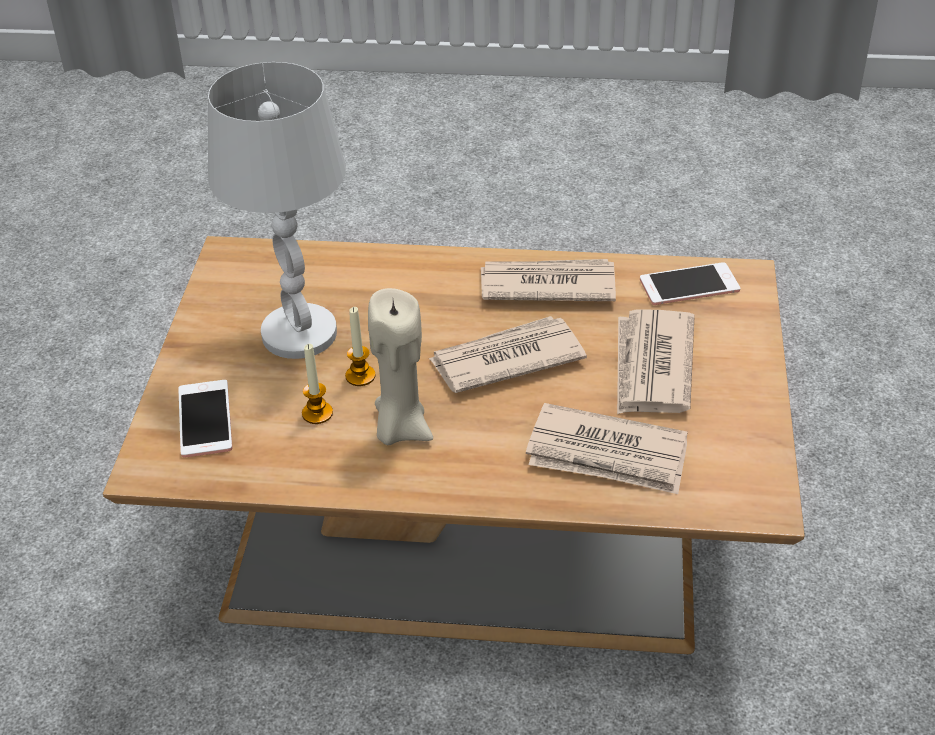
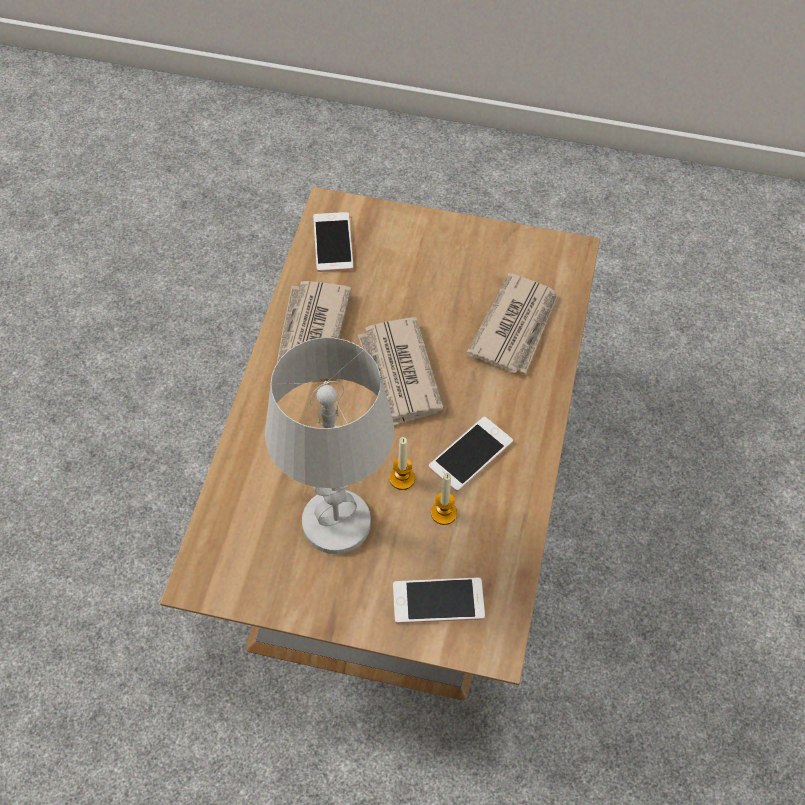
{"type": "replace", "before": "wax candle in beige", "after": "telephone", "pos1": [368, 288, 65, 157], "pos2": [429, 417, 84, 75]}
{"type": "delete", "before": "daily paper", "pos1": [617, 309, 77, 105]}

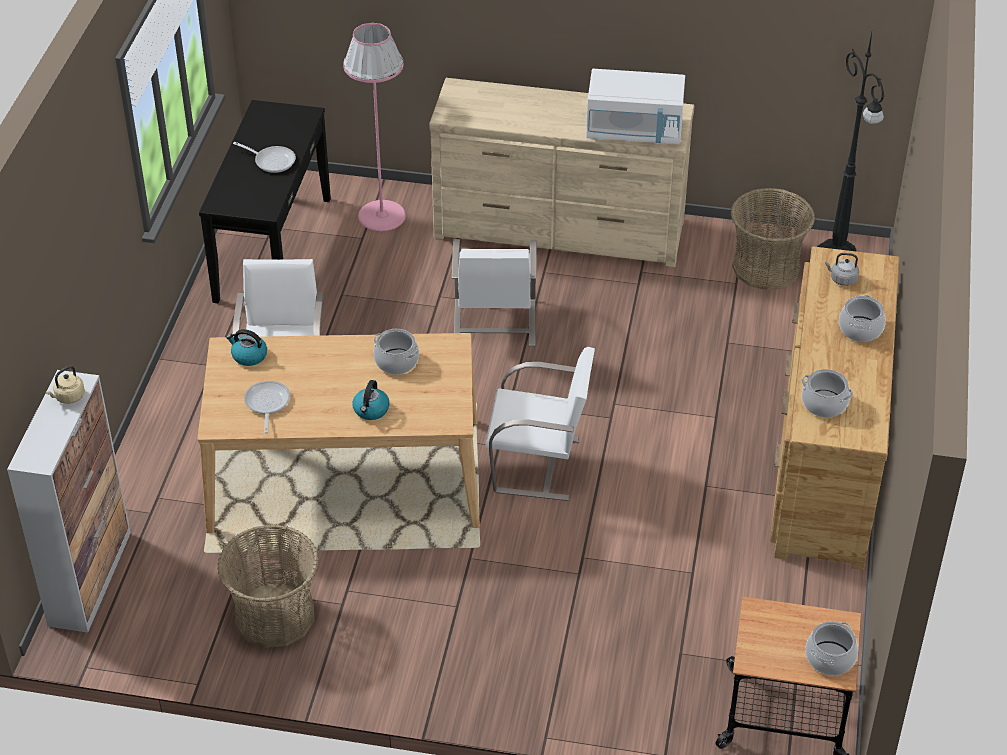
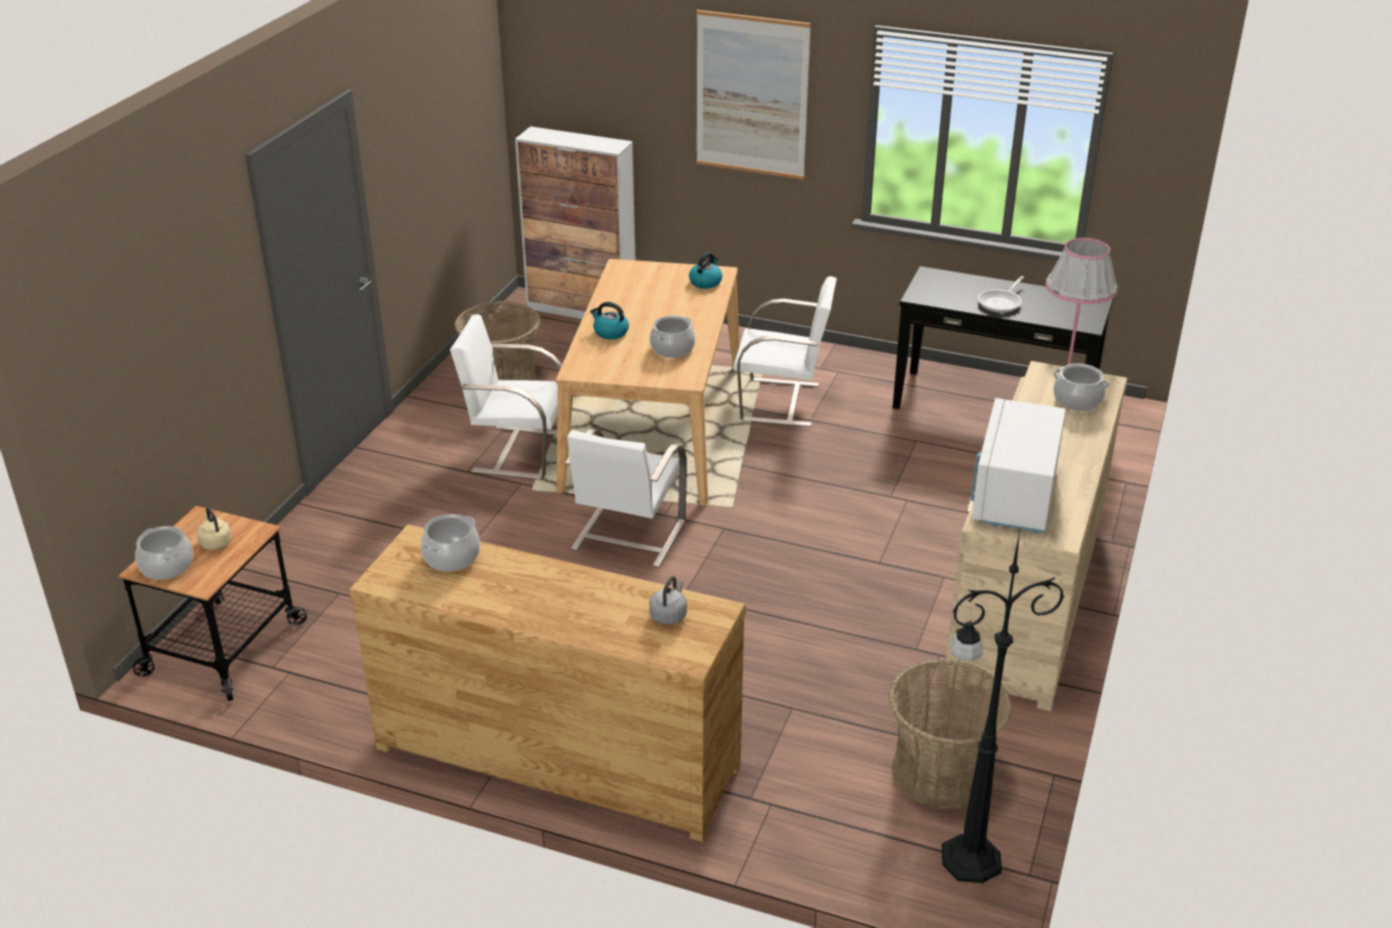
{"type": "move", "before": "plain chair in white-coloured", "pos1": [452, 239, 85, 107], "pos2": [450, 314, 112, 165]}
{"type": "move", "before": "stockpot", "pos1": [839, 295, 47, 47], "pos2": [1053, 363, 57, 48]}
{"type": "move", "before": "kettle in beige", "pos1": [45, 366, 40, 38], "pos2": [196, 507, 36, 43]}
{"type": "delete", "before": "pan", "pos1": [244, 381, 46, 52]}
{"type": "insert", "after": "wall art", "pos2": [696, 10, 115, 170]}

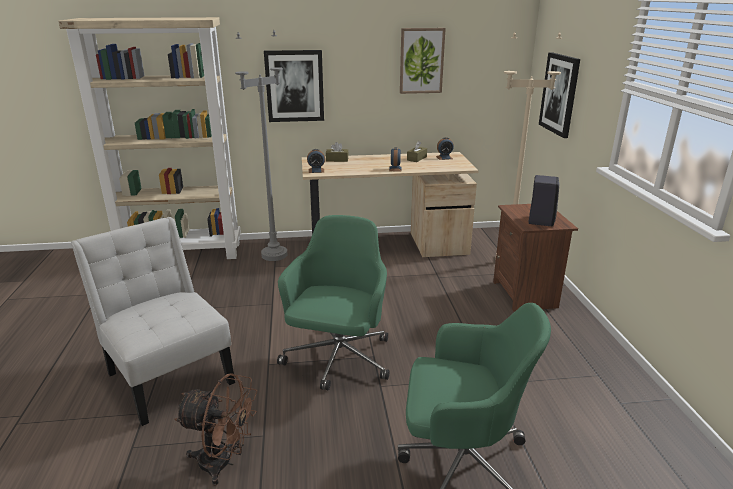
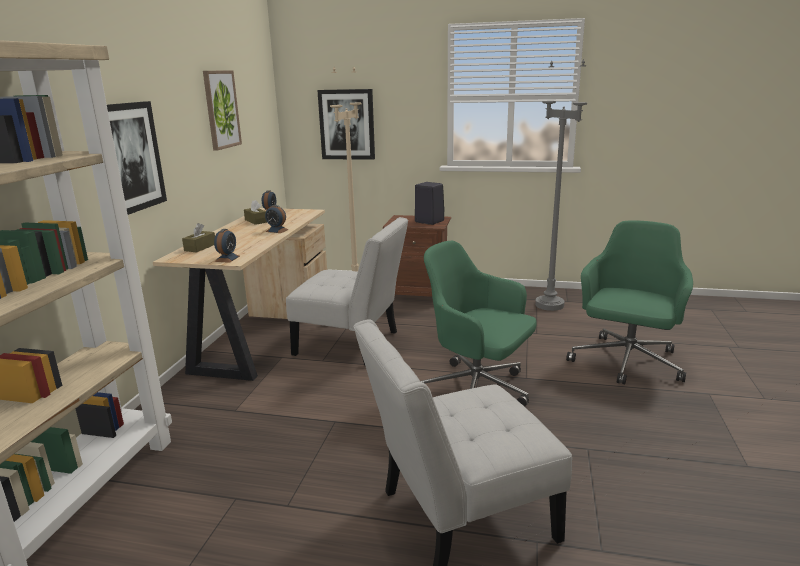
{"type": "move", "before": "standing lamp in grey", "pos1": [235, 31, 52, 230], "pos2": [535, 59, 52, 252]}
{"type": "delete", "before": "electric fan in brown", "pos1": [175, 373, 82, 113]}
{"type": "insert", "after": "plain chair in white-coloured", "pos2": [286, 217, 122, 148]}

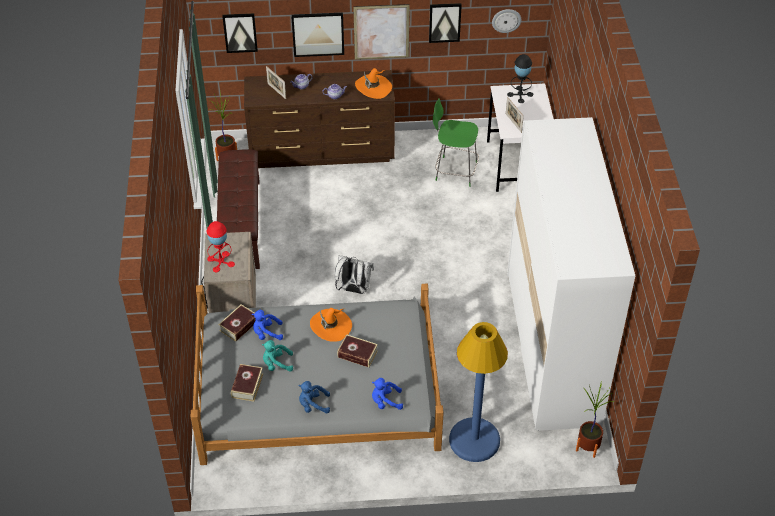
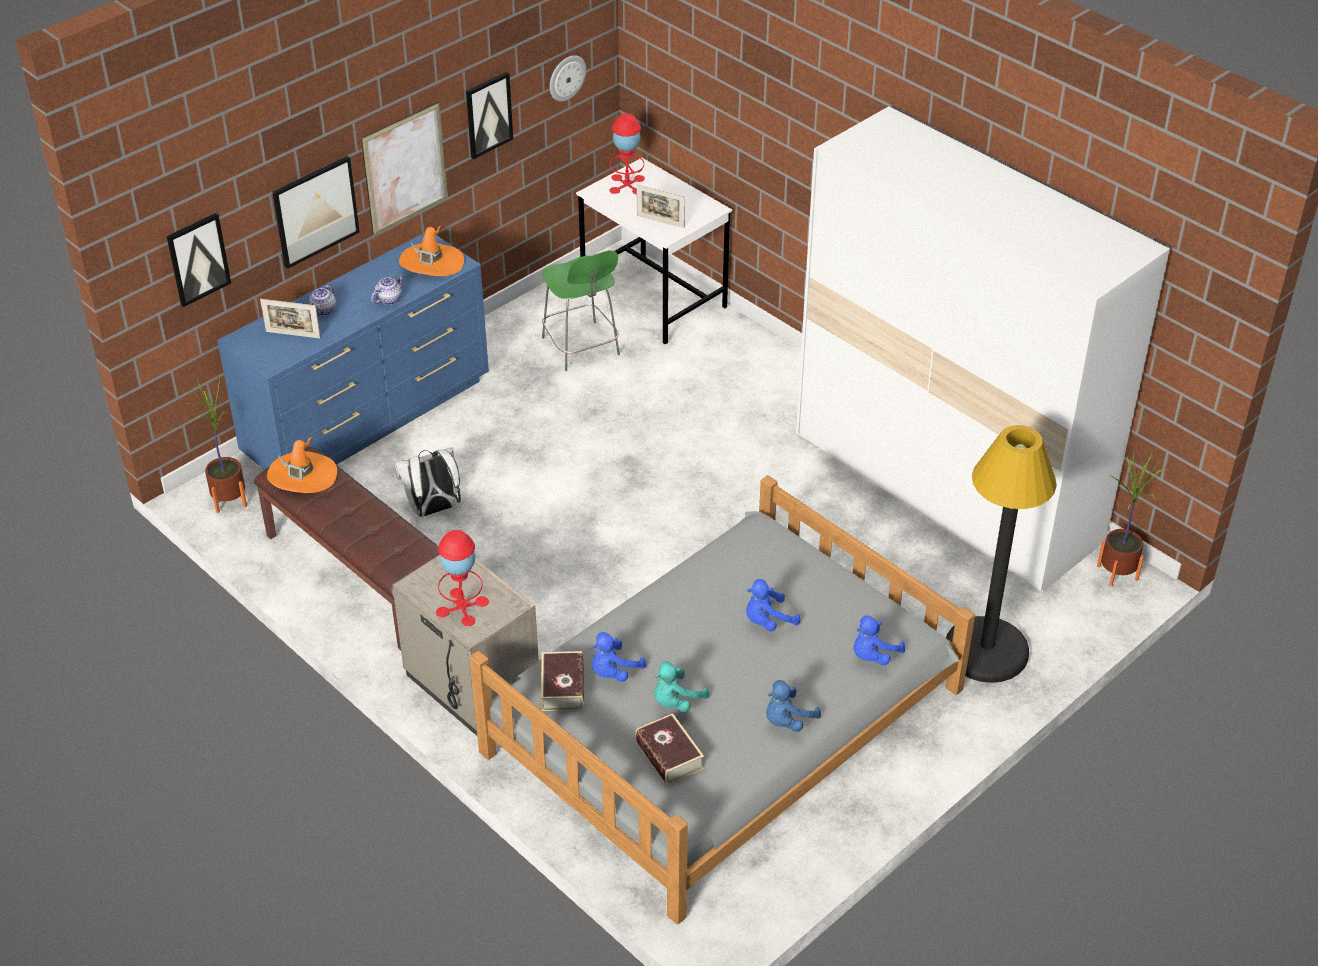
{"type": "recolor", "before": "table lamp in black", "after": "table lamp in red-coloured", "pos1": [507, 54, 26, 49], "pos2": [610, 114, 35, 81]}
{"type": "recolor", "before": "dresser in brown", "after": "dresser in blue-coloured", "pos1": [244, 70, 151, 98], "pos2": [217, 233, 272, 237]}
{"type": "rotate", "before": "plain chair in green-coloured", "pos1": [433, 98, 46, 89], "pos2": [542, 250, 78, 121], "turn": -90}
{"type": "move", "before": "rucksack in white-coloured", "pos1": [335, 255, 39, 39], "pos2": [394, 447, 67, 70]}
{"type": "move", "before": "hat in orange-coloured", "pos1": [310, 308, 42, 34], "pos2": [267, 436, 70, 57]}
{"type": "recolor", "before": "standing lamp in blue-coloured", "after": "standing lamp in black", "pos1": [449, 322, 59, 140], "pos2": [946, 425, 111, 258]}
{"type": "replace", "before": "bound book", "after": "cuddly toy in blue-coloured", "pos1": [337, 334, 41, 33], "pos2": [746, 579, 54, 53]}

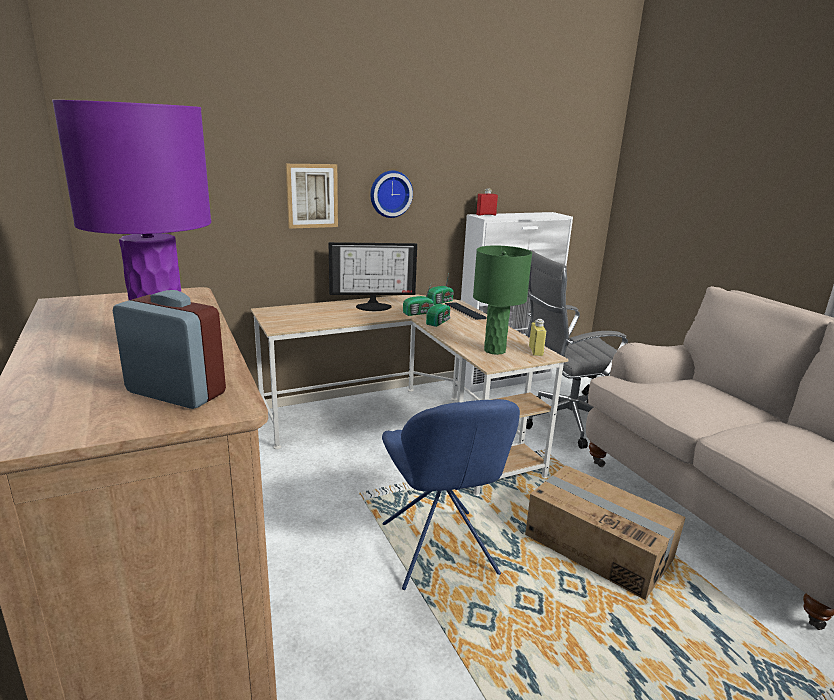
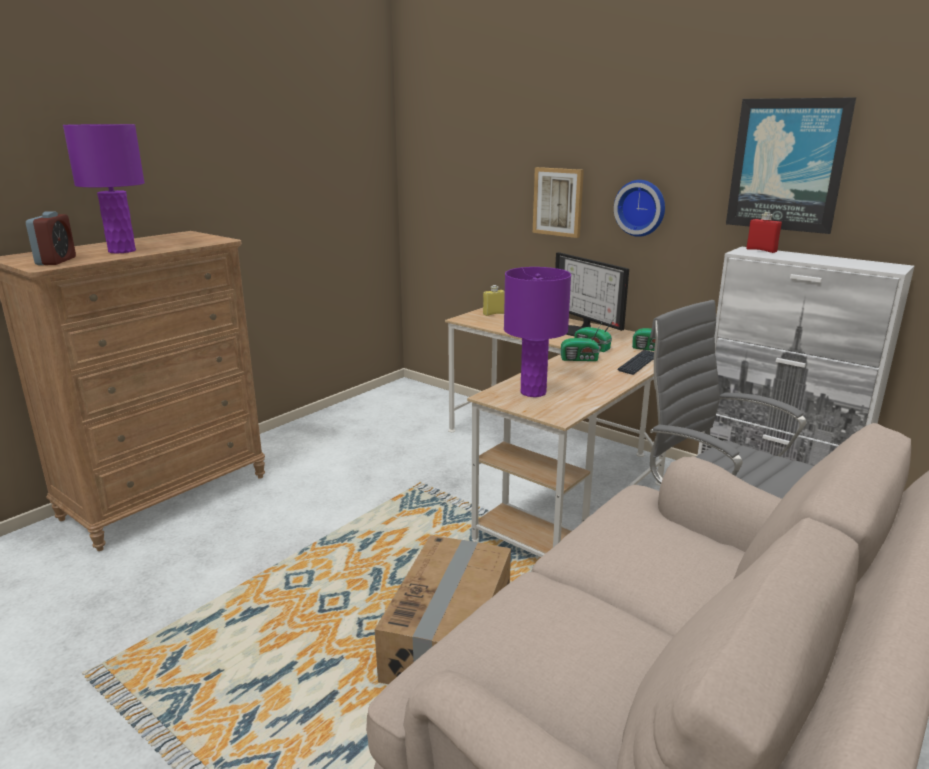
{"type": "recolor", "before": "table lamp in green-coloured", "after": "table lamp in purple", "pos1": [473, 245, 59, 110], "pos2": [504, 267, 67, 130]}
{"type": "move", "before": "bottle in yellow", "pos1": [529, 319, 17, 37], "pos2": [483, 285, 22, 31]}
{"type": "delete", "before": "plain chair in blue-coloured", "pos1": [382, 399, 138, 191]}
{"type": "insert", "after": "wall art", "pos2": [726, 97, 130, 137]}

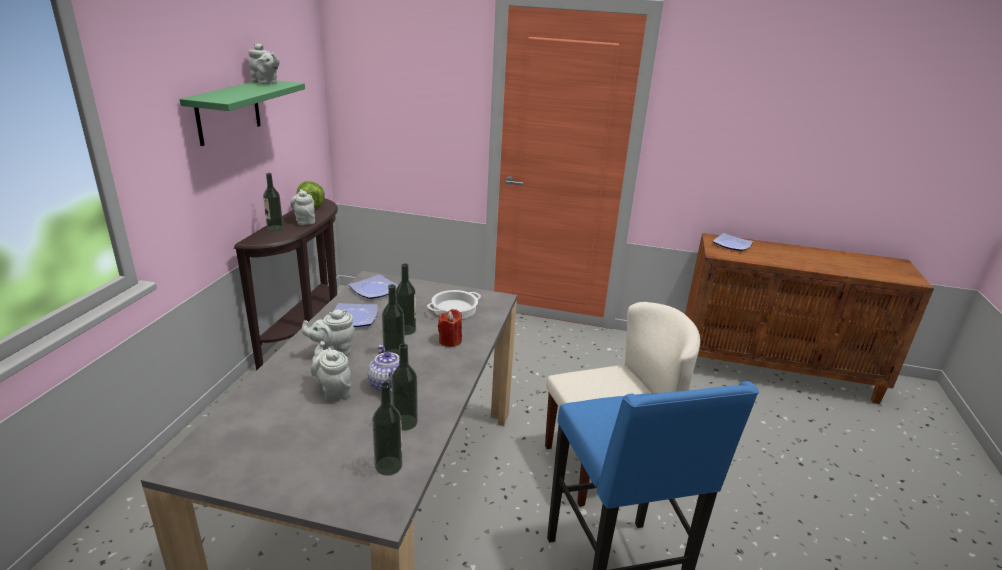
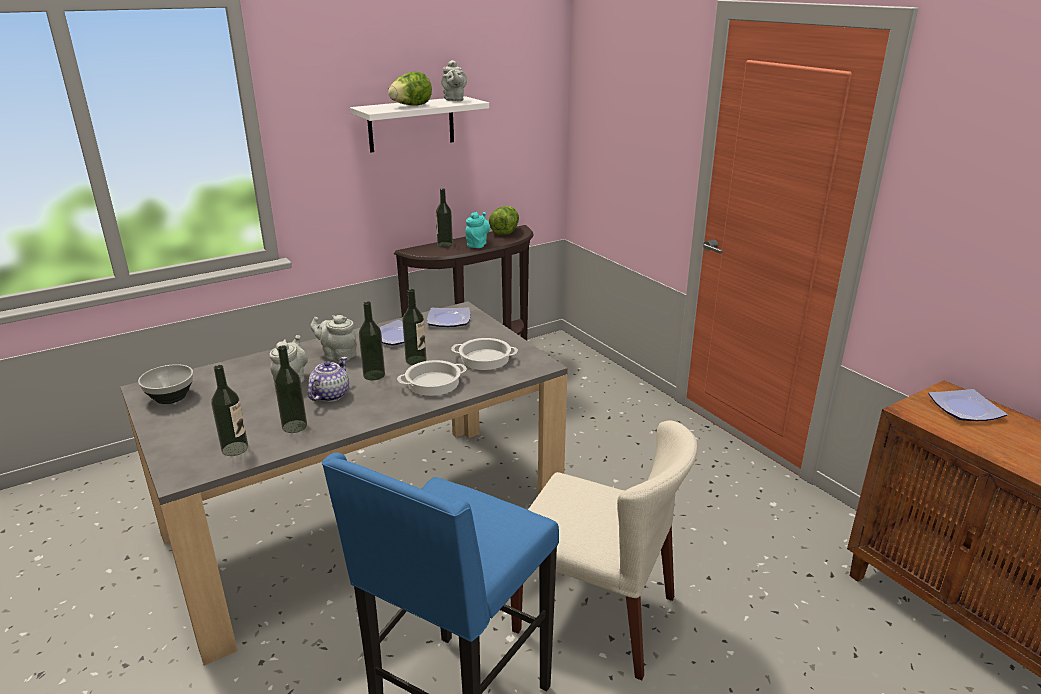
{"type": "recolor", "before": "wall shelf in green-coloured", "after": "wall shelf in white-coloured", "pos1": [179, 81, 126, 65], "pos2": [350, 96, 139, 56]}
{"type": "recolor", "before": "teapot in grey", "after": "teapot in blue-green", "pos1": [290, 189, 25, 36], "pos2": [465, 212, 25, 36]}
{"type": "replace", "before": "wax candle in red-coloured", "after": "stockpot", "pos1": [438, 309, 24, 38], "pos2": [397, 360, 70, 36]}
{"type": "insert", "after": "lettuce head", "pos2": [388, 72, 44, 34]}
{"type": "insert", "after": "serving bowl", "pos2": [138, 364, 56, 40]}

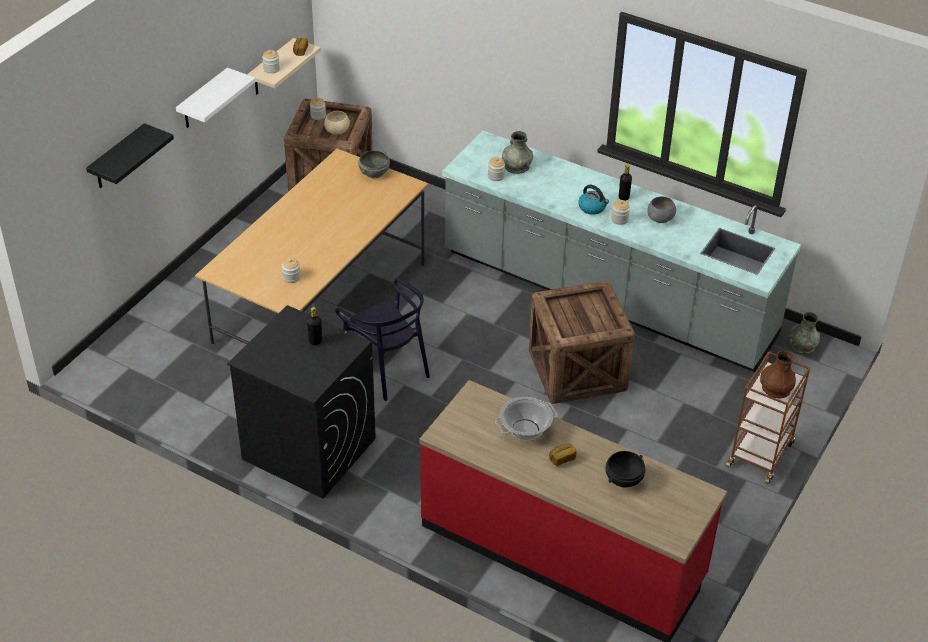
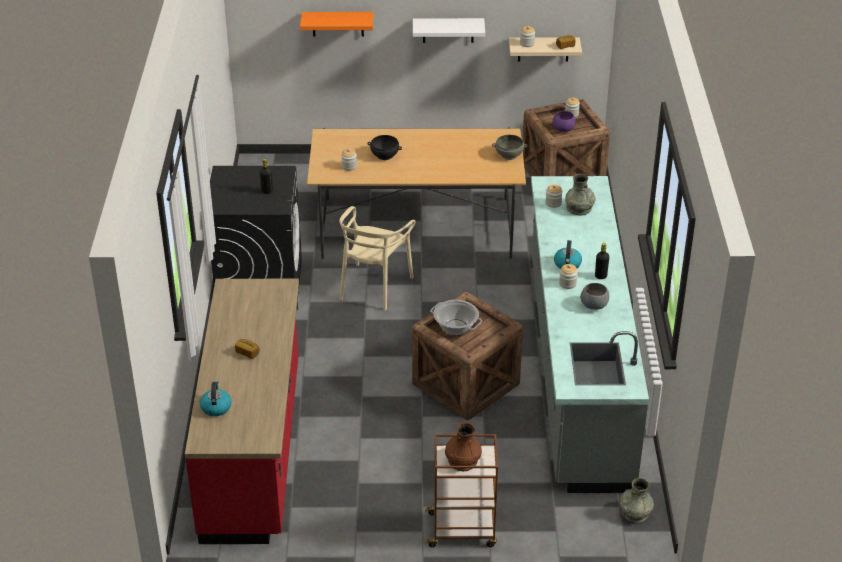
{"type": "recolor", "before": "serving bowl in beige", "after": "serving bowl in purple", "pos1": [324, 111, 26, 24], "pos2": [552, 111, 24, 21]}
{"type": "recolor", "before": "wall shelf in black", "after": "wall shelf in orange-coloured", "pos1": [86, 123, 88, 66], "pos2": [300, 12, 74, 25]}
{"type": "recolor", "before": "plain chair in black", "after": "plain chair in beige", "pos1": [335, 278, 95, 123], "pos2": [339, 206, 76, 104]}
{"type": "move", "before": "stockpot", "pos1": [495, 397, 63, 43], "pos2": [430, 300, 52, 35]}
{"type": "move", "before": "serving bowl in black", "pos1": [606, 451, 39, 37], "pos2": [368, 135, 34, 25]}
{"type": "insert", "after": "kettle", "pos2": [200, 381, 32, 35]}

